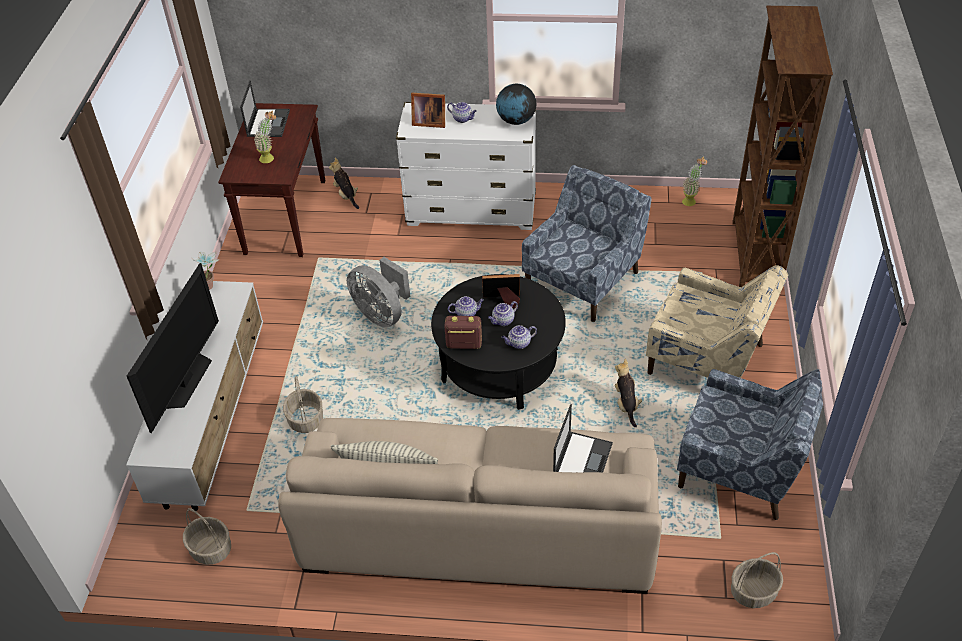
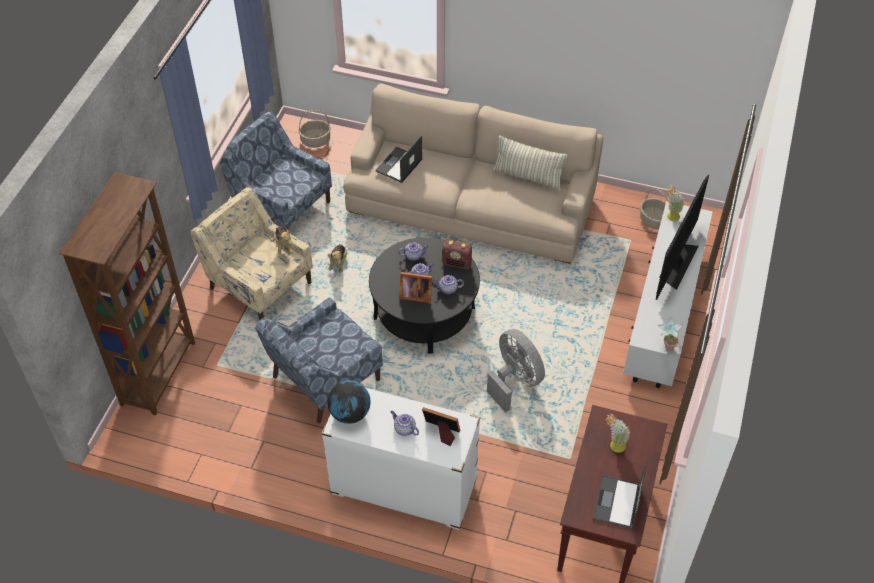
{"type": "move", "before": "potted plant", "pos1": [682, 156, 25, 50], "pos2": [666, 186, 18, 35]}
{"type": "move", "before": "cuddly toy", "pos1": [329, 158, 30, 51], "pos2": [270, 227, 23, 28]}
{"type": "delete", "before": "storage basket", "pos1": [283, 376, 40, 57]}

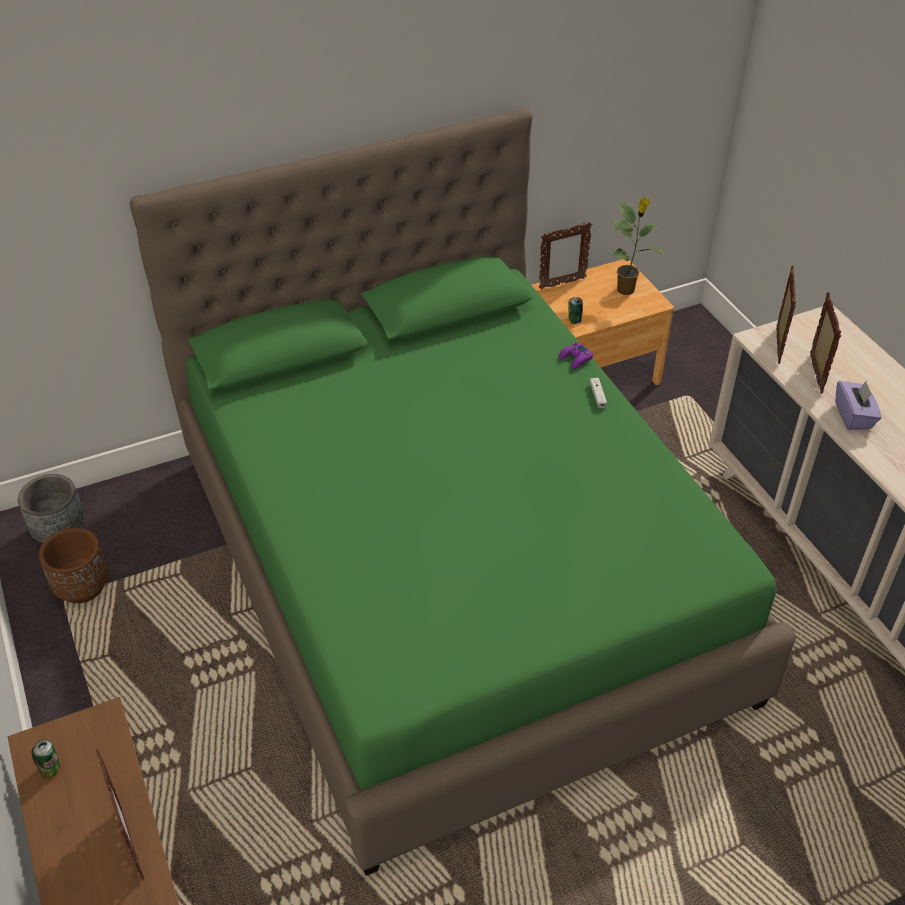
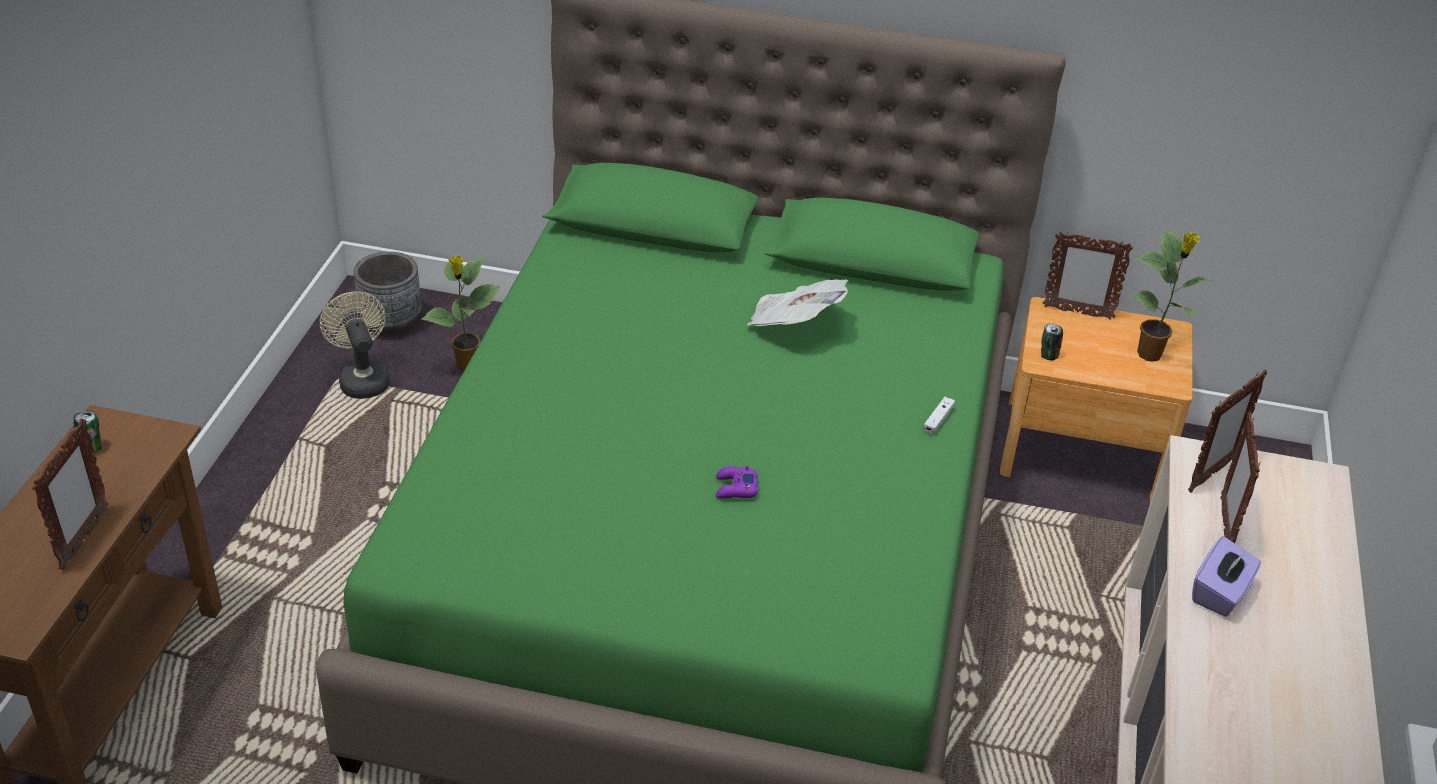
{"type": "rotate", "before": "picture frame", "pos1": [810, 292, 31, 102], "pos2": [1220, 412, 40, 131], "turn": 150}
{"type": "move", "before": "joypad in purple", "pos1": [559, 342, 34, 27], "pos2": [716, 465, 42, 34]}
{"type": "replace", "before": "planter in brown", "after": "electric fan in beige", "pos1": [39, 528, 70, 75], "pos2": [320, 292, 70, 107]}
{"type": "insert", "after": "potted plant", "pos2": [421, 255, 80, 116]}
{"type": "insert", "after": "daily paper", "pos2": [747, 280, 101, 46]}

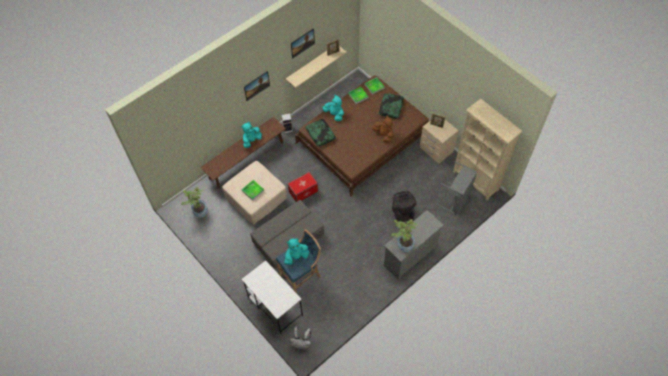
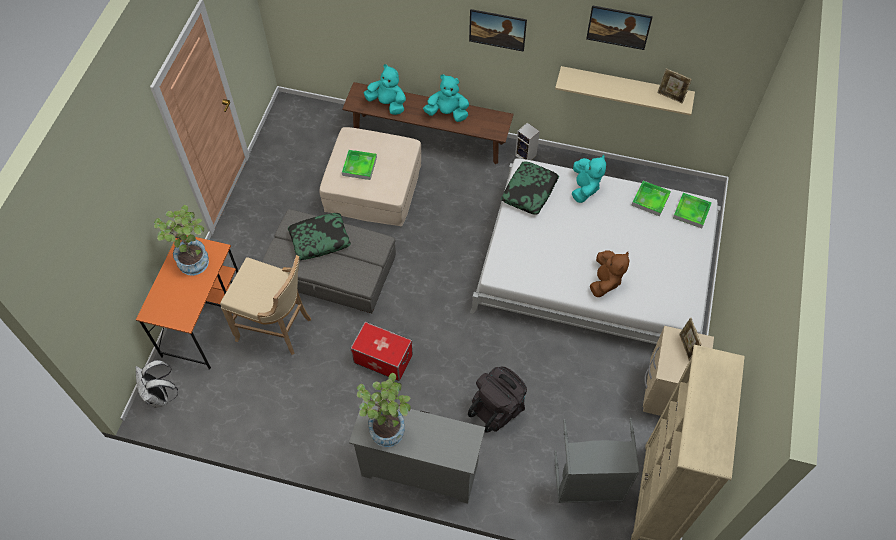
{"type": "recolor", "before": "bed in brown", "after": "bed in white-coloured", "pos1": [295, 75, 134, 122], "pos2": [470, 159, 251, 185]}
{"type": "move", "before": "cushion", "pos1": [379, 93, 25, 25], "pos2": [288, 213, 63, 47]}
{"type": "move", "before": "storage bin", "pos1": [288, 172, 30, 30], "pos2": [350, 322, 63, 59]}
{"type": "move", "before": "potted plant", "pos1": [181, 187, 26, 31], "pos2": [154, 205, 55, 71]}
{"type": "recolor", "before": "stool in blue-coloured", "after": "stool in beige", "pos1": [276, 229, 45, 64], "pos2": [220, 255, 91, 100]}
{"type": "move", "before": "cuddly toy in blue-green", "pos1": [284, 238, 25, 27], "pos2": [364, 64, 42, 51]}
{"type": "recolor", "before": "desk in white-coloured", "after": "desk in orange-coloured", "pos1": [241, 260, 62, 74], "pos2": [136, 236, 102, 134]}

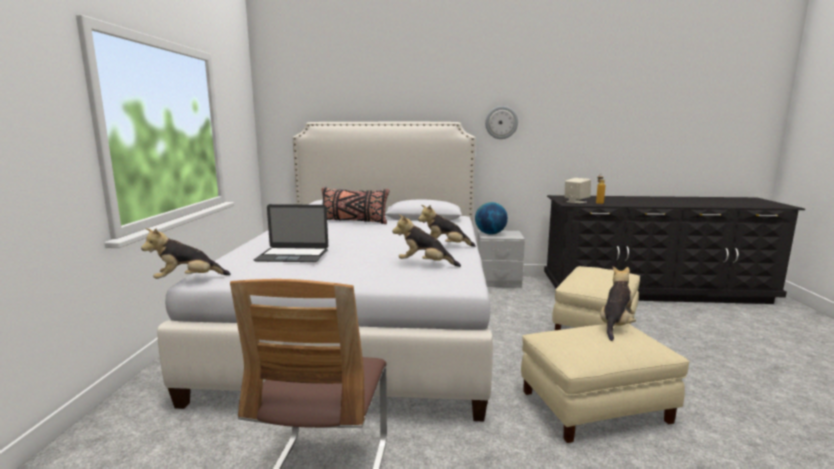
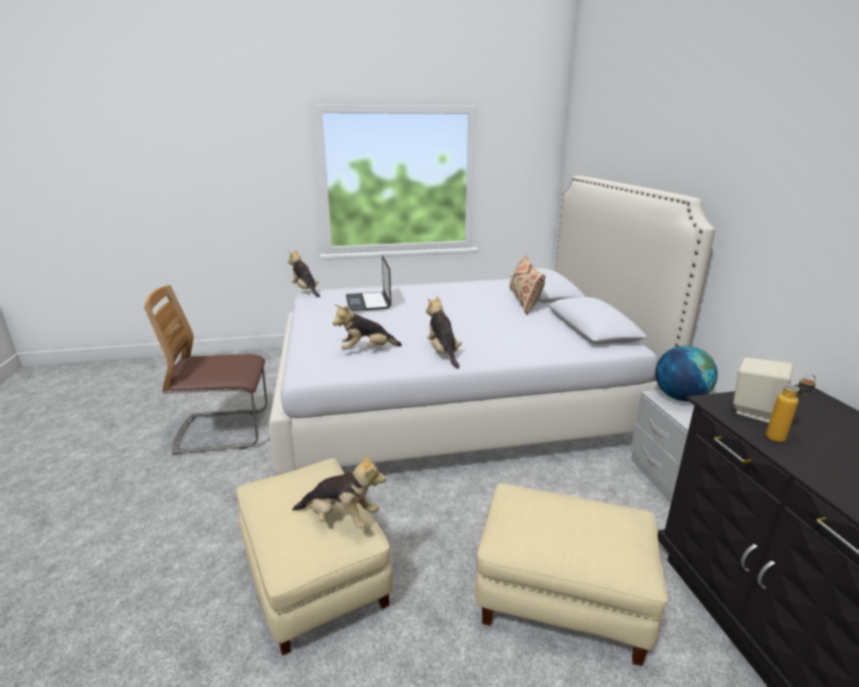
{"type": "delete", "before": "clock on the wall", "pos1": [485, 106, 33, 33]}
{"type": "recolor", "before": "cushion in black", "after": "cushion in beige", "pos1": [321, 188, 68, 36], "pos2": [509, 255, 36, 60]}
{"type": "rotate", "before": "cuddly toy", "pos1": [392, 215, 69, 52], "pos2": [333, 304, 69, 46], "turn": -105}

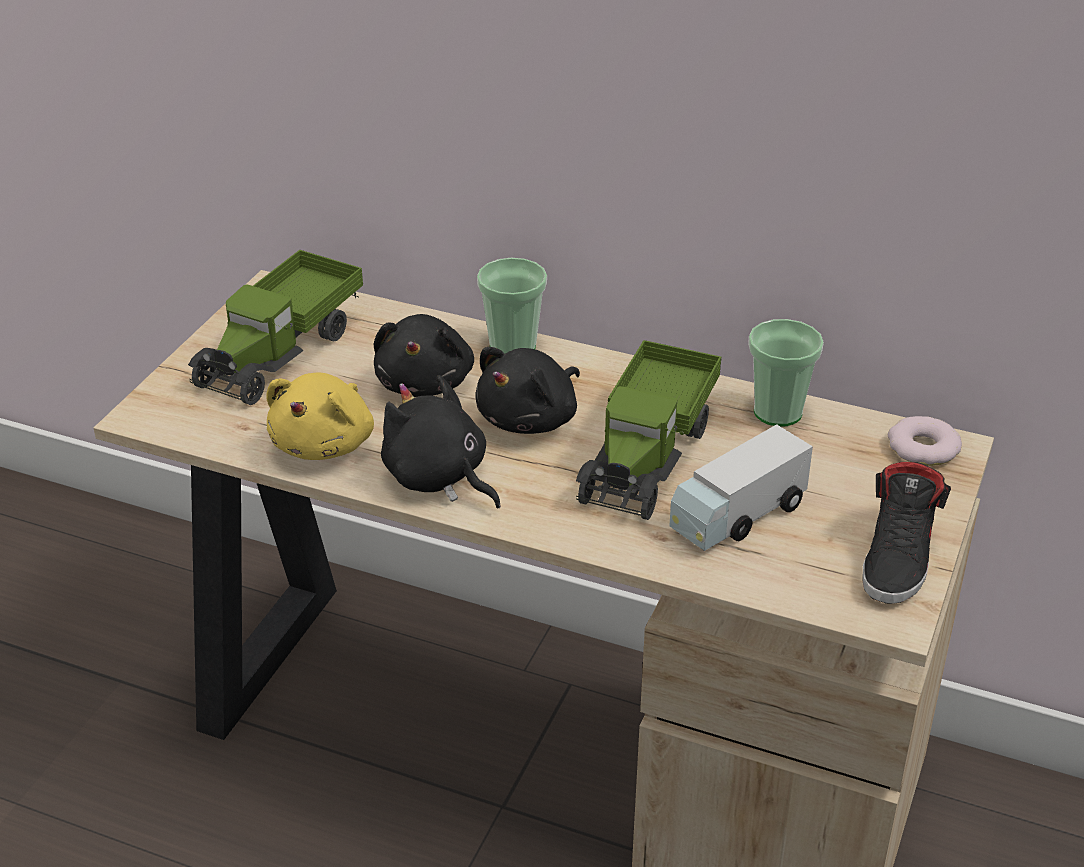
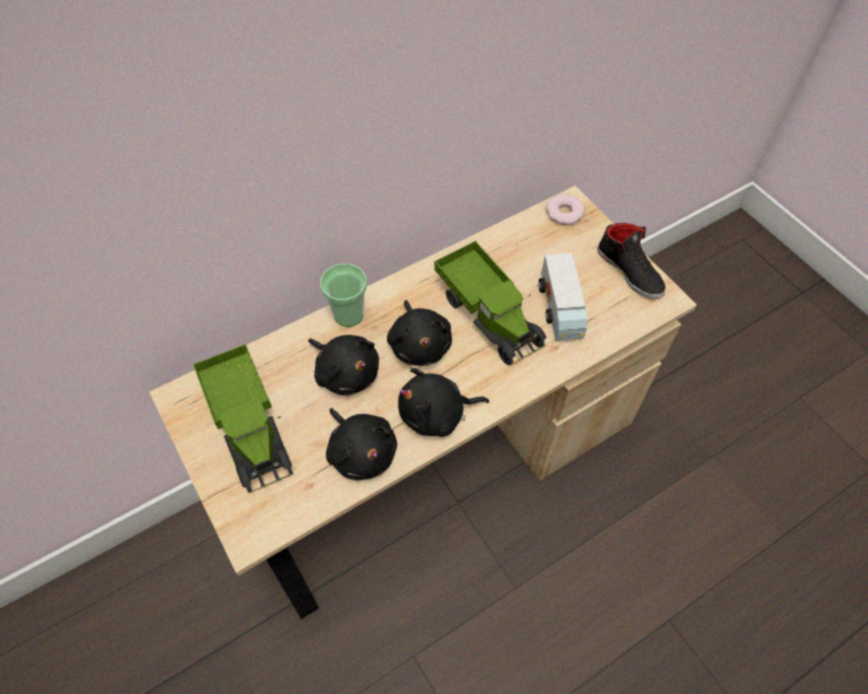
{"type": "delete", "before": "drinking cup", "pos1": [748, 319, 76, 108]}
{"type": "recolor", "before": "cuddly toy in yellow", "after": "cuddly toy in black", "pos1": [266, 373, 108, 87], "pos2": [326, 408, 71, 73]}

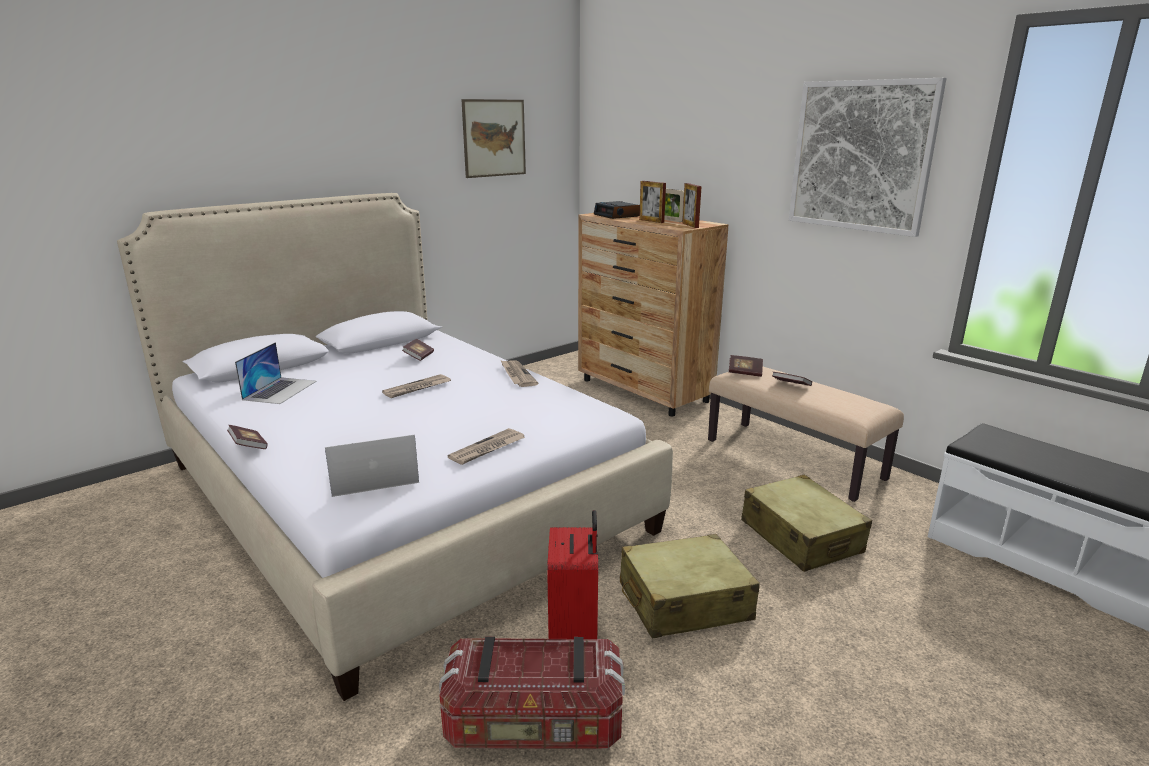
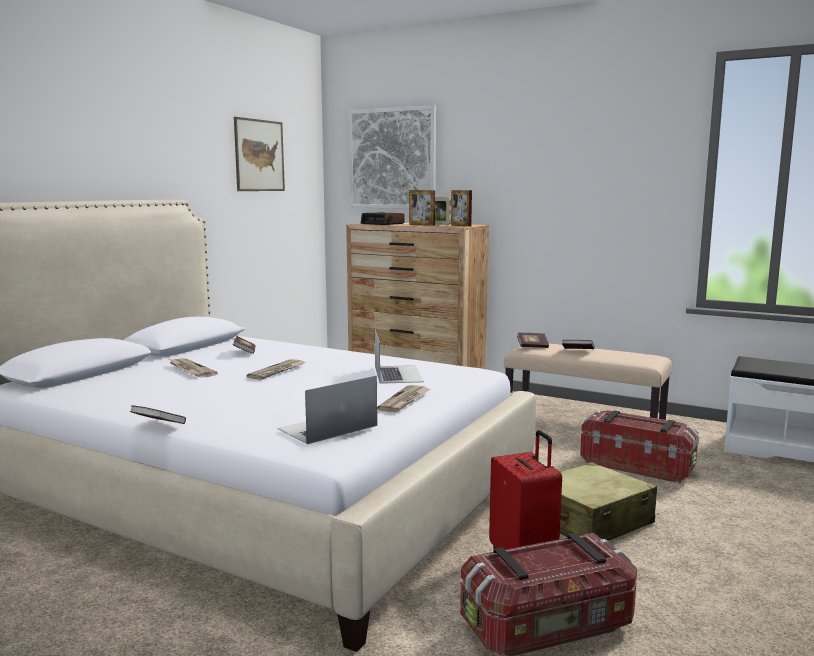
{"type": "move", "before": "wall art", "pos1": [789, 78, 158, 159], "pos2": [349, 105, 87, 104]}
{"type": "move", "before": "portable computer", "pos1": [235, 342, 82, 62], "pos2": [375, 330, 49, 54]}
{"type": "move", "before": "daily paper", "pos1": [500, 360, 38, 27], "pos2": [169, 358, 49, 20]}
{"type": "replace", "before": "suitcase in beige", "after": "storage bin", "pos1": [741, 474, 131, 98], "pos2": [580, 410, 119, 73]}

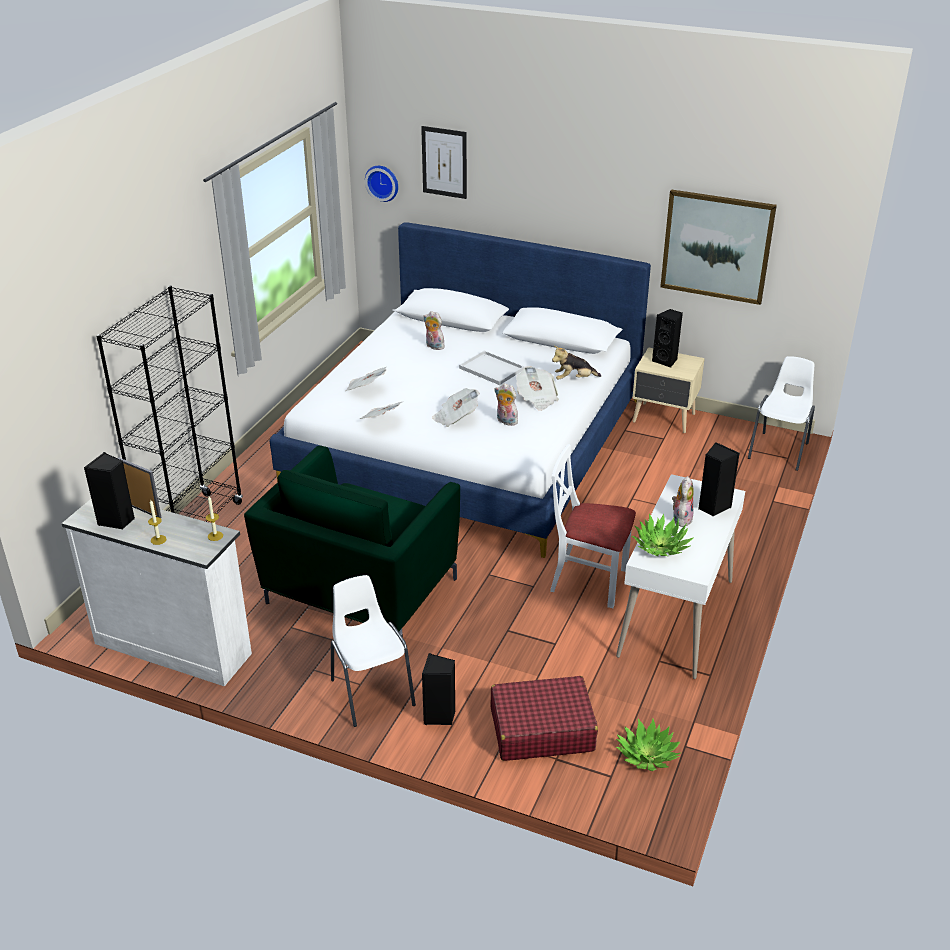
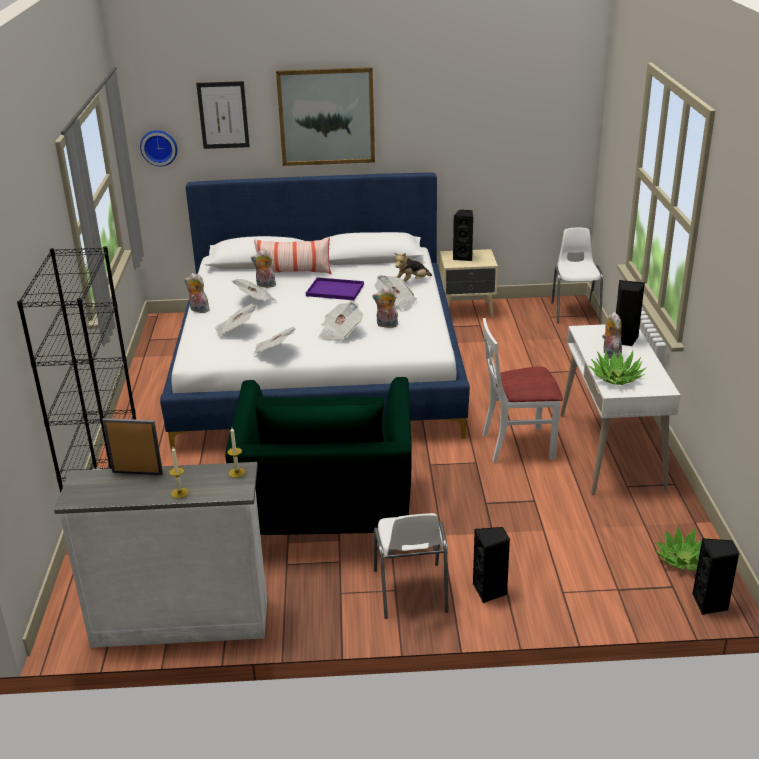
{"type": "move", "before": "wall art", "pos1": [660, 189, 117, 116], "pos2": [276, 67, 99, 99]}
{"type": "recolor", "before": "carrying tray in white-coloured", "after": "carrying tray in purple", "pos1": [459, 350, 65, 35], "pos2": [306, 277, 58, 23]}
{"type": "move", "before": "speaker in black", "pos1": [84, 452, 51, 77], "pos2": [692, 538, 47, 77]}
{"type": "rotate", "before": "plain chair in white-coloured", "pos1": [331, 575, 85, 152], "pos2": [374, 513, 74, 106], "turn": -135}
{"type": "delete", "before": "suitcase in red-coloured", "pos1": [491, 676, 107, 85]}
{"type": "insert", "after": "cushion", "pos2": [254, 237, 78, 37]}
{"type": "insert", "after": "cuddly toy", "pos2": [184, 273, 26, 40]}
{"type": "insert", "after": "daily paper", "pos2": [232, 279, 45, 22]}

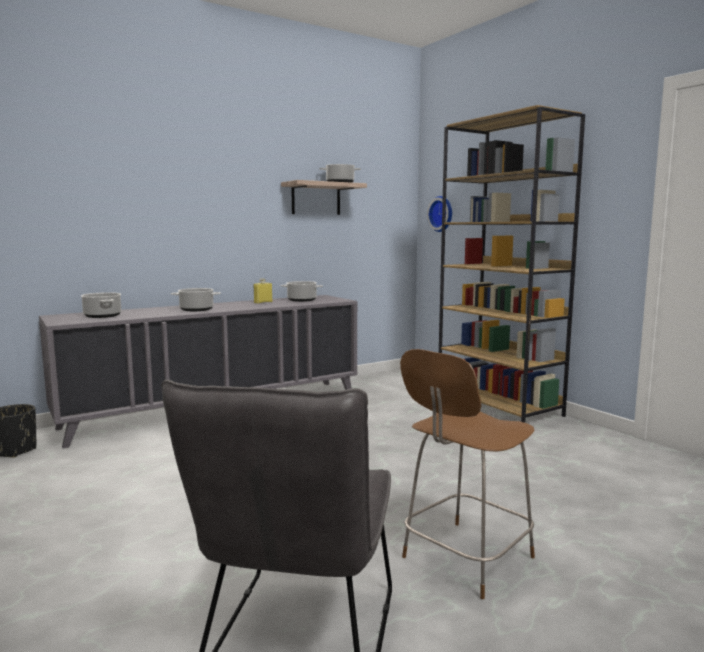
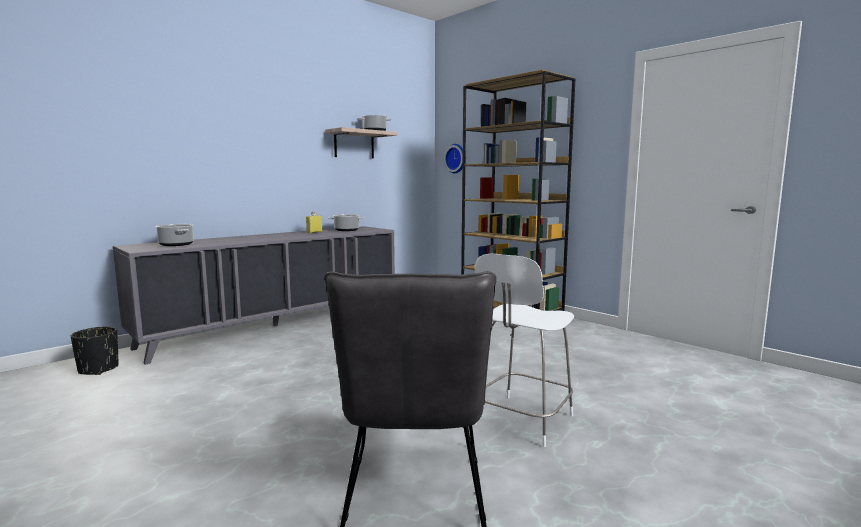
{"type": "delete", "before": "stockpot", "pos1": [171, 288, 50, 23]}
{"type": "recolor", "before": "plain chair in brown", "after": "plain chair in white-coloured", "pos1": [400, 349, 135, 250], "pos2": [475, 254, 99, 193]}

